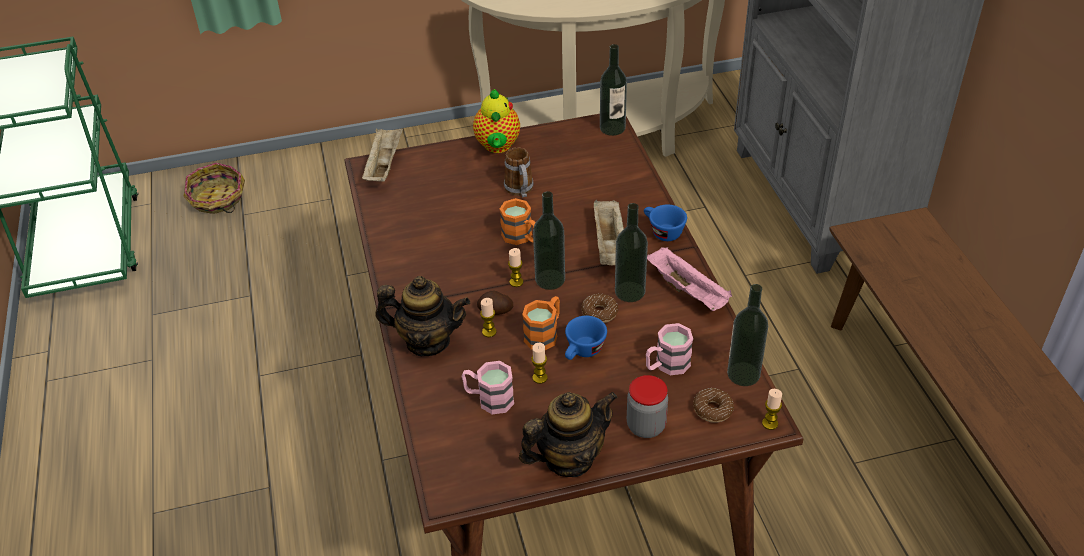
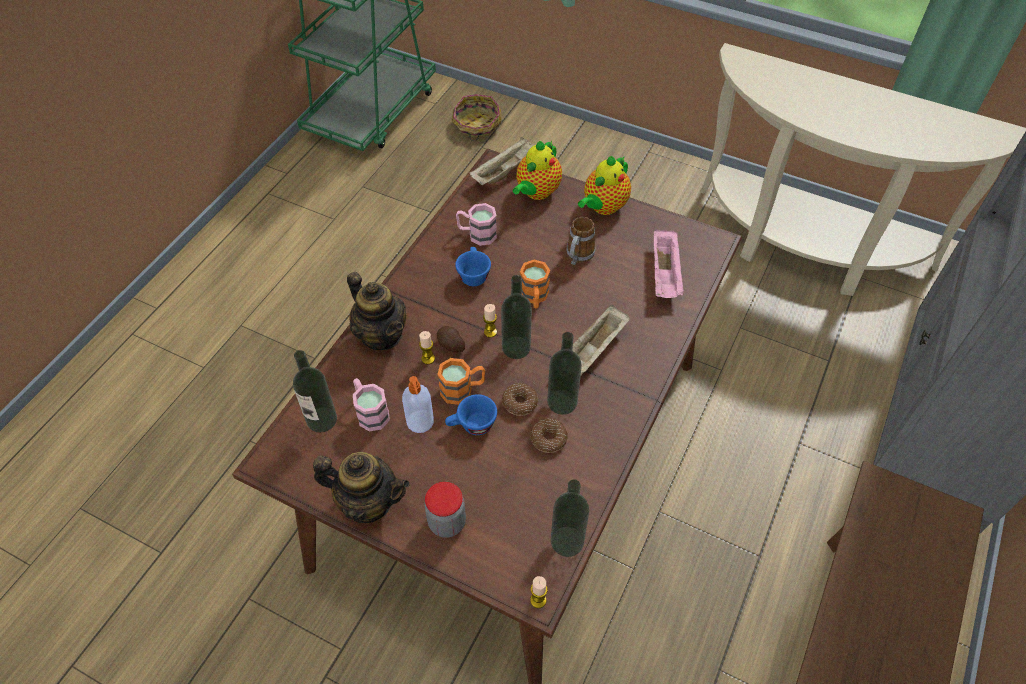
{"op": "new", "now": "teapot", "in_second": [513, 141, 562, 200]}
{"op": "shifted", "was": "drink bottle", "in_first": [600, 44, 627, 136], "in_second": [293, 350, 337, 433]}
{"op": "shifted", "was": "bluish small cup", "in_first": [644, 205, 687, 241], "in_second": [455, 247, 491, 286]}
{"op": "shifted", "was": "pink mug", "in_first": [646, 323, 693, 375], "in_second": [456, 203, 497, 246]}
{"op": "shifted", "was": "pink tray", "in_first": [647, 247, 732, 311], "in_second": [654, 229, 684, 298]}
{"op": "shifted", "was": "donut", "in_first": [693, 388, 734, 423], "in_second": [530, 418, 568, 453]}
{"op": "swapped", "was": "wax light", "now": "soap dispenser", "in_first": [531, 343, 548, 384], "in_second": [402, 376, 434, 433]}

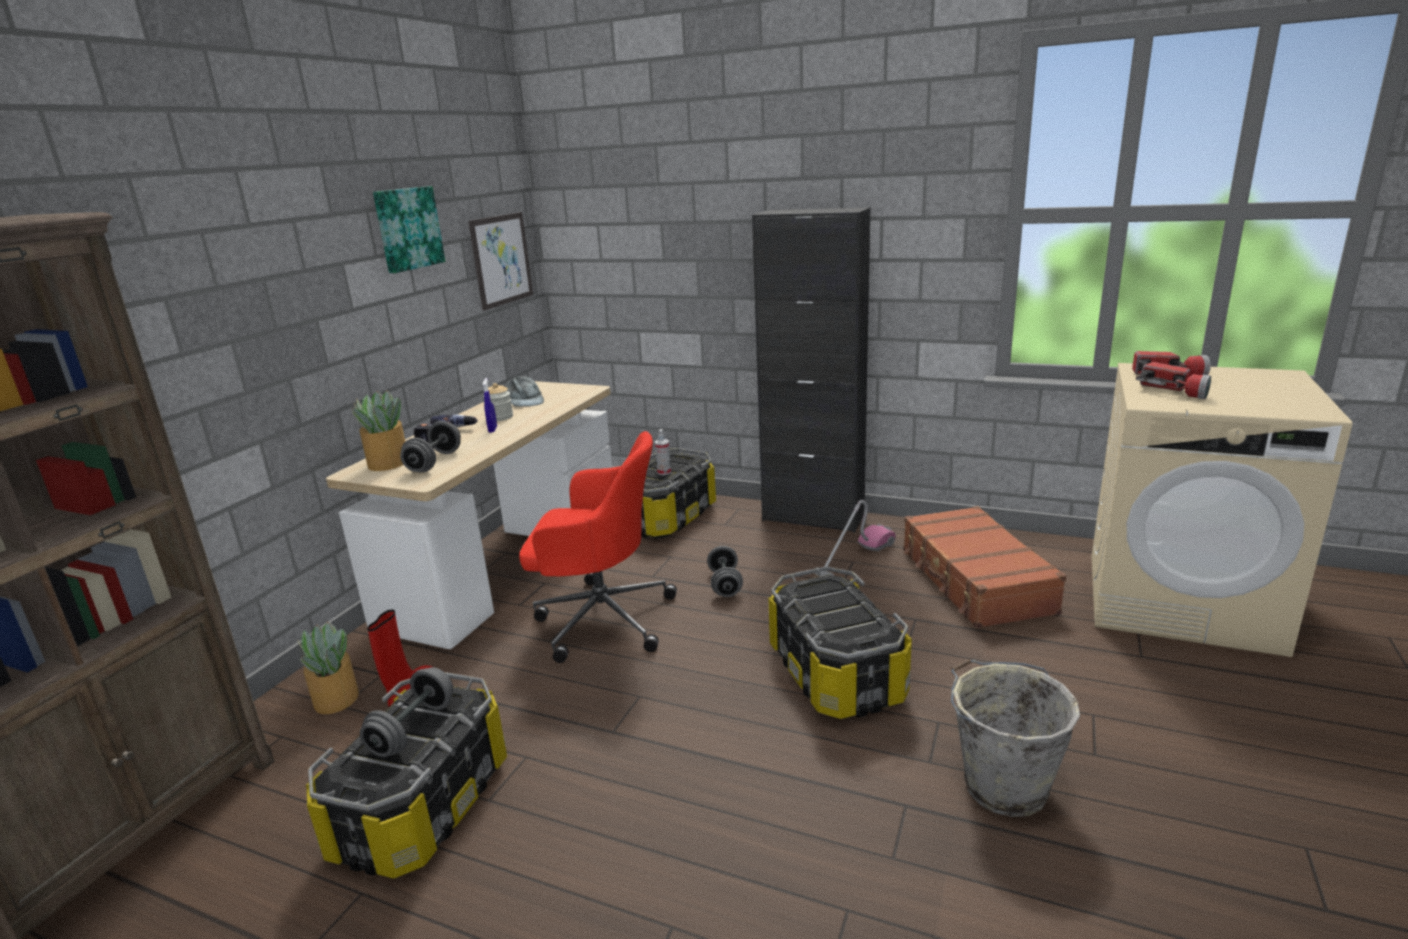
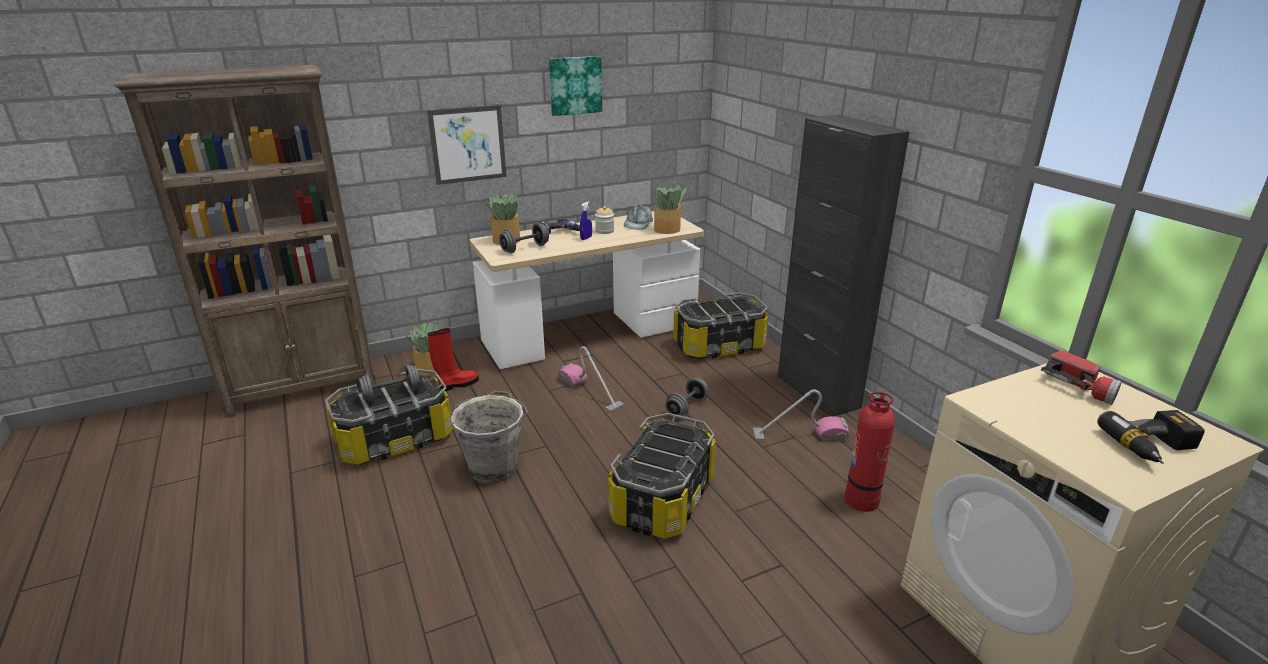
{"op": "gone", "was": "sprayer", "in_first": [655, 429, 671, 475]}
{"op": "gone", "was": "torch", "in_first": [1136, 362, 1211, 399]}
{"op": "new", "now": "plant in a pot", "in_second": [654, 185, 686, 234]}
{"op": "new", "now": "drill", "in_second": [1097, 410, 1205, 464]}
{"op": "shifted", "was": "wall picture", "in_first": [468, 212, 533, 311], "in_second": [427, 105, 507, 185]}
{"op": "shifted", "was": "gray bucket", "in_first": [951, 659, 1080, 817], "in_second": [451, 391, 528, 484]}
{"op": "swapped", "was": "red-coloured desk chair", "now": "hoover", "in_first": [519, 431, 677, 663], "in_second": [558, 346, 624, 412]}
{"op": "swapped", "was": "brownish piece of luggage", "now": "extinguisher", "in_first": [903, 506, 1066, 628], "in_second": [844, 392, 895, 512]}

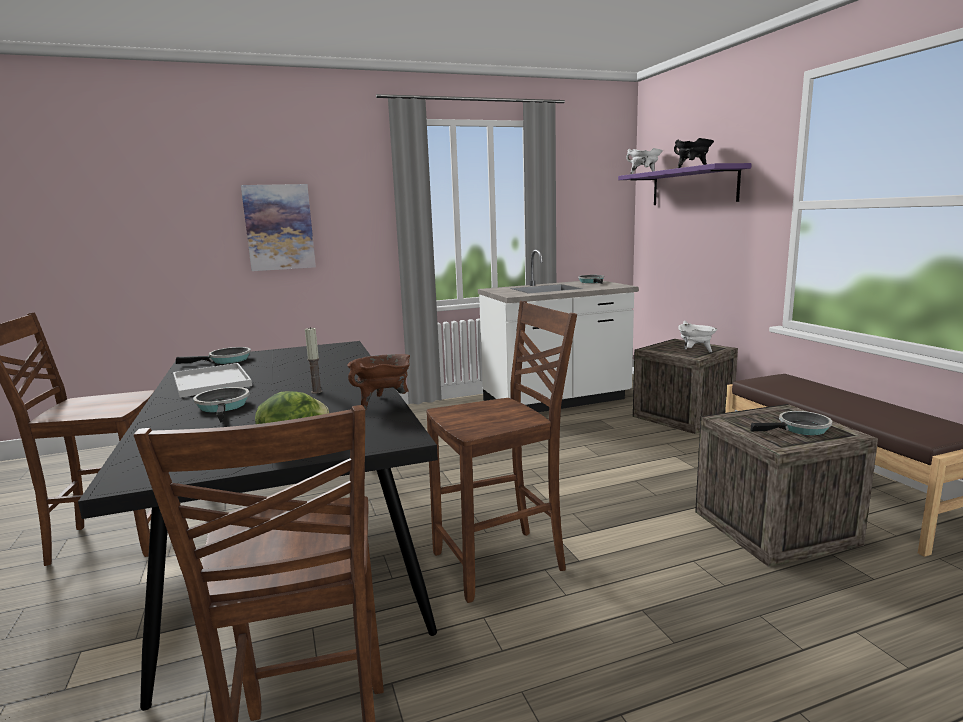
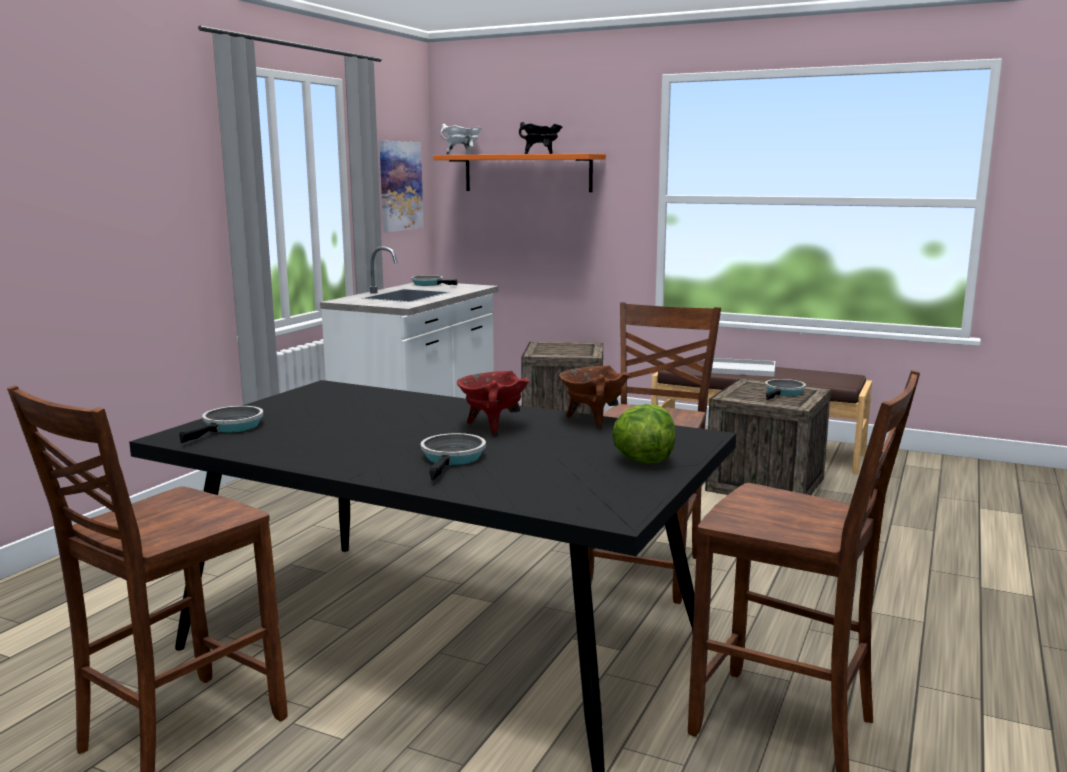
{"op": "gone", "was": "white-coloured stockpot", "in_first": [678, 321, 717, 352]}
{"op": "shifted", "was": "white-coloured tray", "in_first": [173, 363, 252, 398], "in_second": [711, 358, 775, 377]}
{"op": "shifted", "was": "wall picture", "in_first": [241, 184, 316, 271], "in_second": [379, 141, 424, 232]}
{"op": "swapped", "was": "wax light", "now": "red-coloured stockpot", "in_first": [305, 327, 323, 394], "in_second": [457, 371, 530, 437]}
{"op": "repainted", "was": "purple-coloured wall shelf", "now": "orange wall shelf", "in_first": [618, 163, 752, 205], "in_second": [433, 154, 606, 192]}
{"op": "rotated", "was": "pan", "in_first": [193, 387, 249, 422], "in_second": [421, 433, 486, 481], "clockwise": 75}

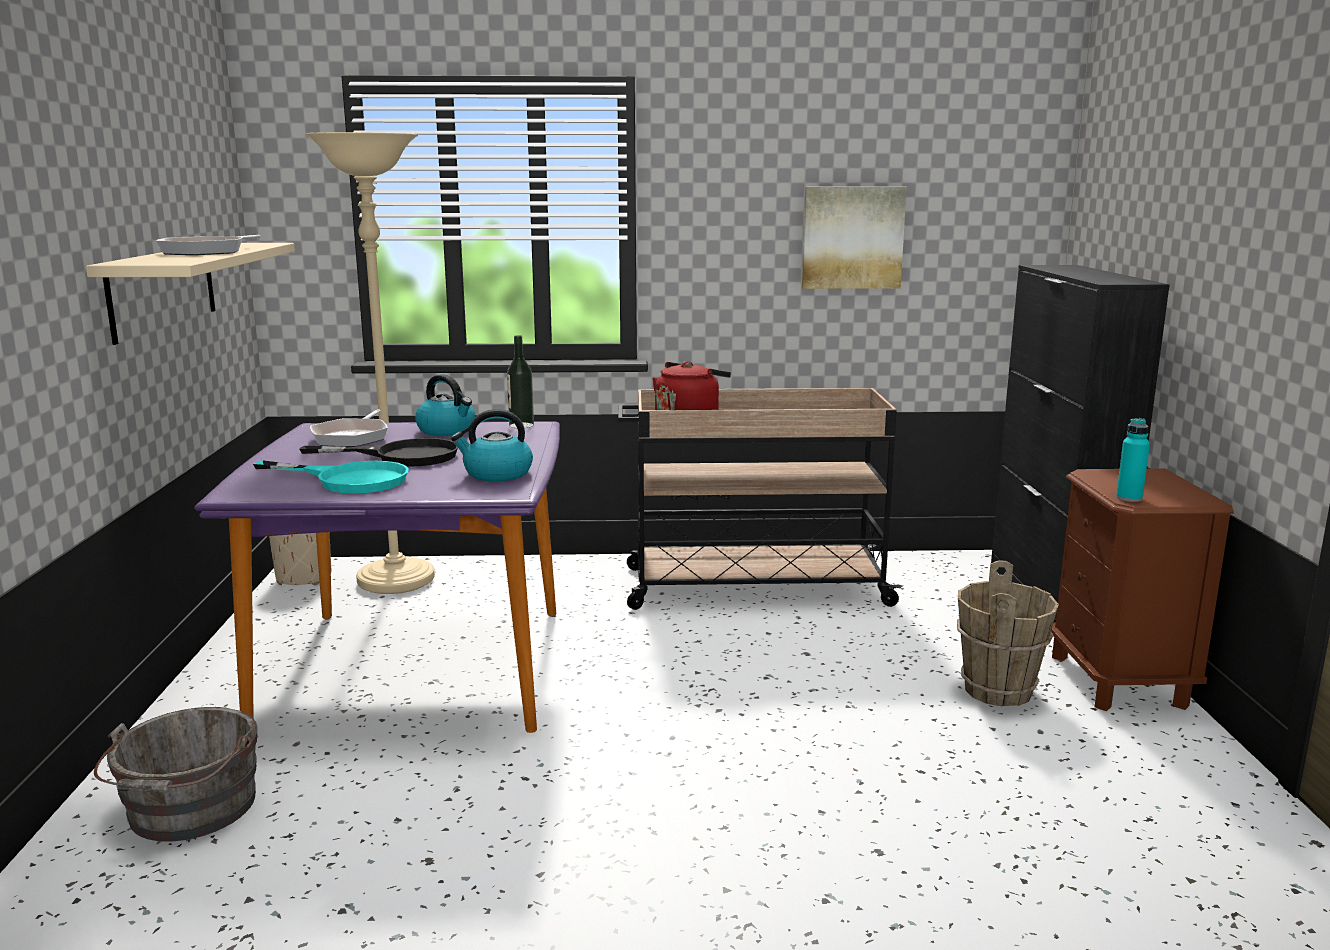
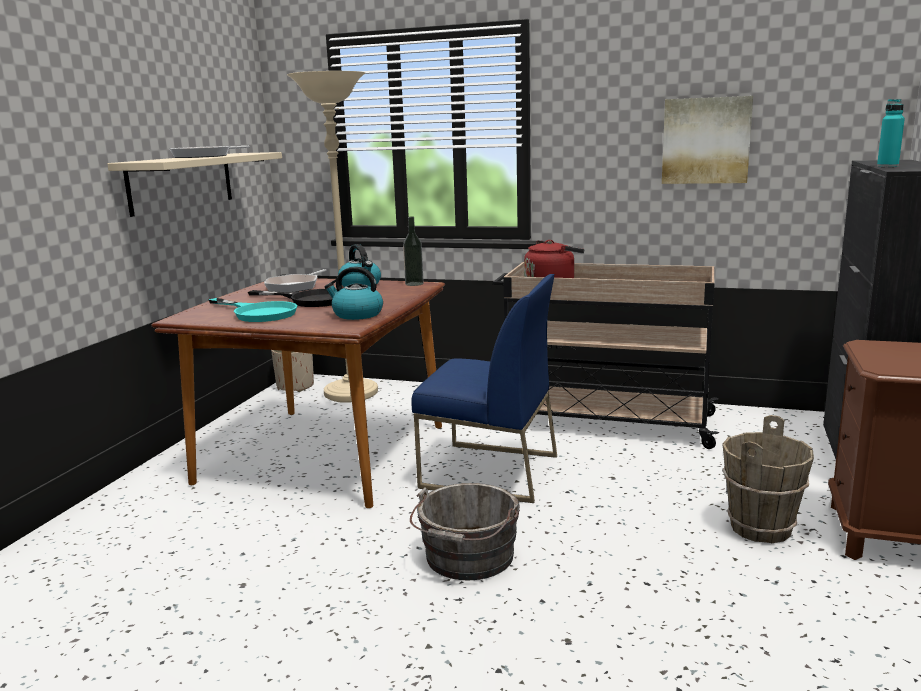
{"op": "new", "now": "bluish plain chair", "in_second": [411, 274, 557, 503]}
{"op": "shifted", "was": "gray bucket", "in_first": [94, 707, 258, 842], "in_second": [410, 483, 520, 580]}
{"op": "shifted", "was": "turquoise drink bottle", "in_first": [1116, 418, 1150, 502], "in_second": [877, 99, 905, 167]}
{"op": "repainted", "was": "purple-coloured dinner table", "now": "brownish dinner table", "in_first": [194, 422, 560, 733], "in_second": [151, 278, 445, 508]}

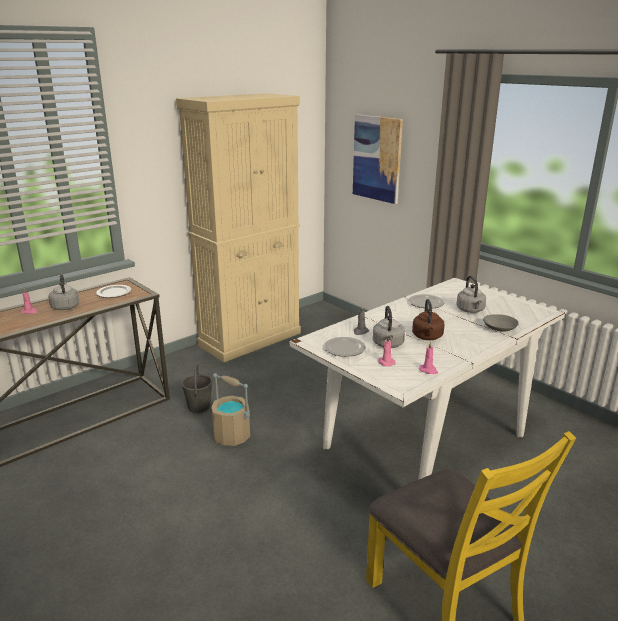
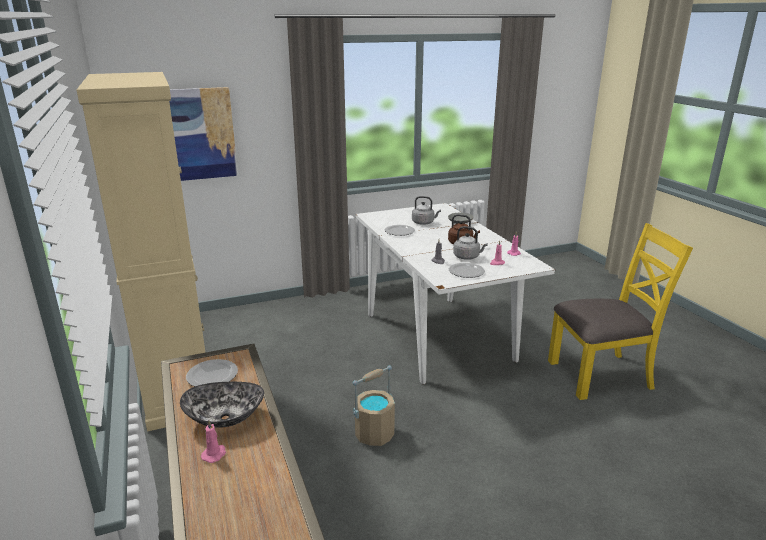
{"op": "gone", "was": "gray bucket", "in_first": [181, 364, 212, 413]}
{"op": "swapped", "was": "gray kettle", "now": "deep dish", "in_first": [48, 274, 79, 310], "in_second": [180, 382, 264, 428]}

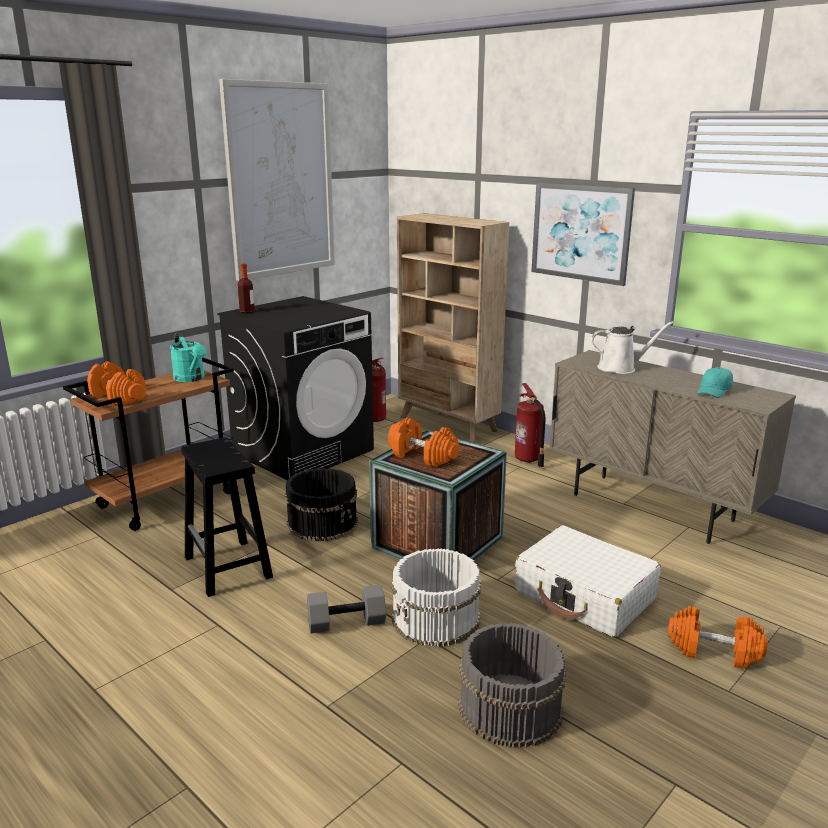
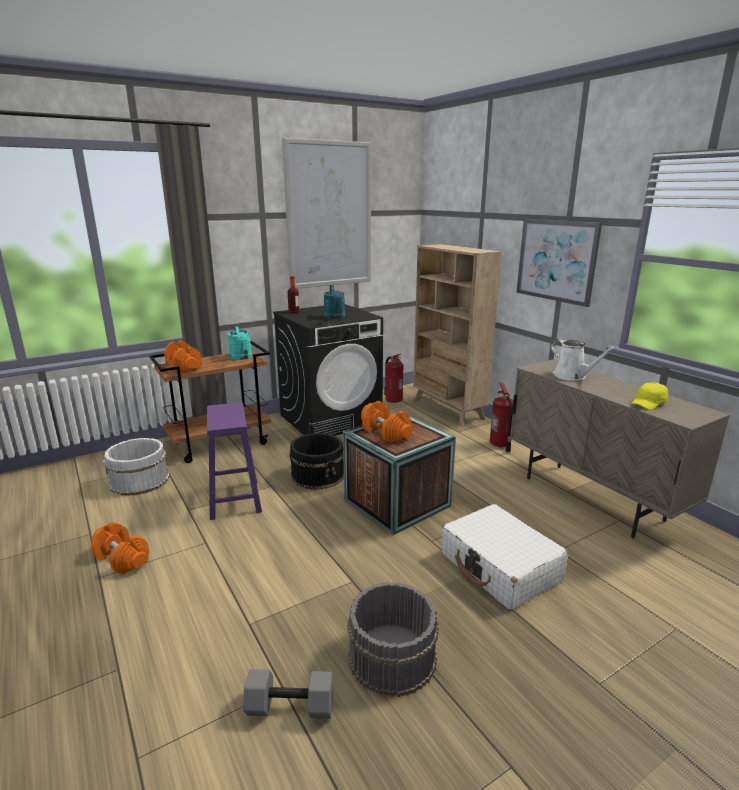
{"op": "new", "now": "turquoise sprinkling can", "in_second": [323, 285, 345, 319]}
{"op": "shifted", "was": "gray free weight", "in_first": [307, 585, 386, 634], "in_second": [243, 669, 334, 719]}
{"op": "shifted", "was": "white-coloured bucket", "in_first": [391, 548, 481, 647], "in_second": [103, 438, 169, 496]}
{"op": "shifted", "was": "orange free weight", "in_first": [668, 606, 768, 669], "in_second": [91, 522, 149, 574]}
{"op": "repainted", "was": "black-coloured stool", "now": "purple-coloured stool", "in_first": [181, 437, 273, 597], "in_second": [207, 402, 262, 520]}
{"op": "repainted", "was": "turquoise peaked cap", "now": "yellow-coloured peaked cap", "in_first": [697, 367, 733, 398], "in_second": [630, 382, 668, 410]}
{"op": "rotated", "was": "white-coloured sprinkling can", "in_first": [591, 321, 674, 374], "in_second": [551, 339, 617, 381], "clockwise": 45}

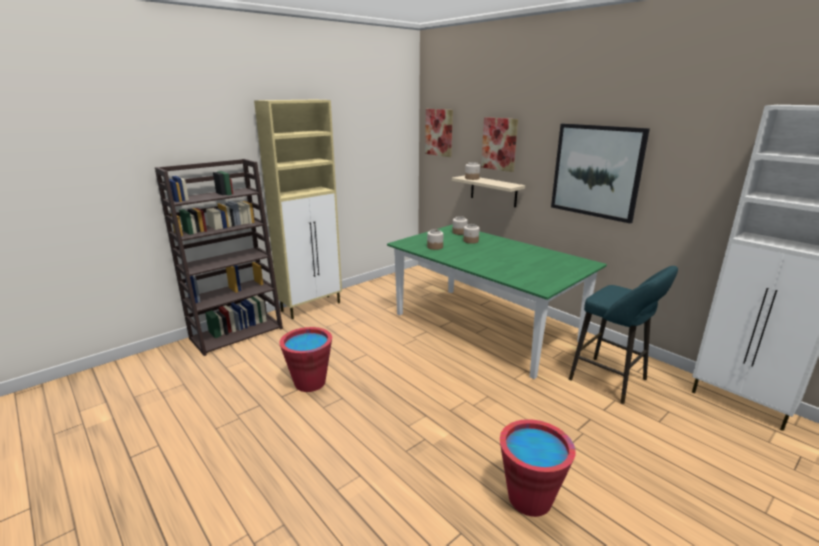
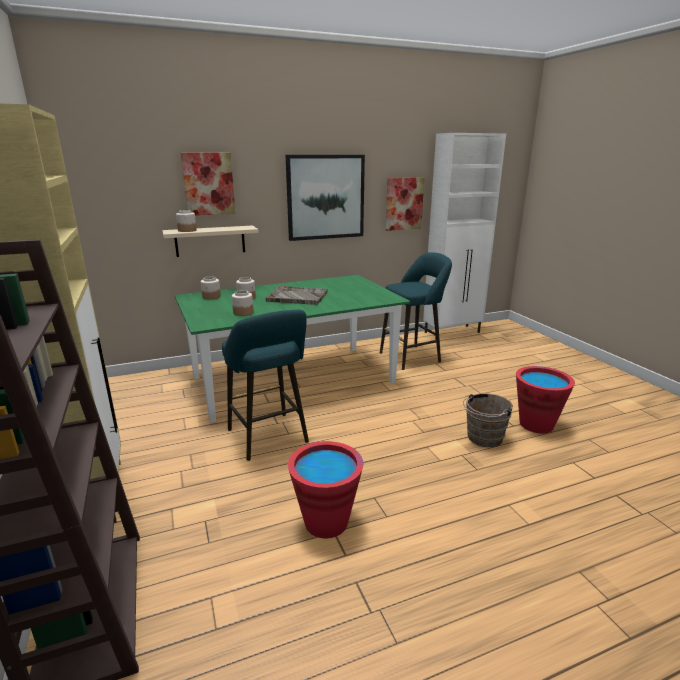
{"op": "new", "now": "turquoise stool", "in_second": [222, 310, 309, 461]}
{"op": "new", "now": "gray tray", "in_second": [265, 286, 328, 305]}
{"op": "new", "now": "brownish bucket", "in_second": [463, 393, 513, 447]}
{"op": "shifted", "was": "wall picture", "in_first": [425, 109, 453, 157], "in_second": [385, 177, 424, 231]}

